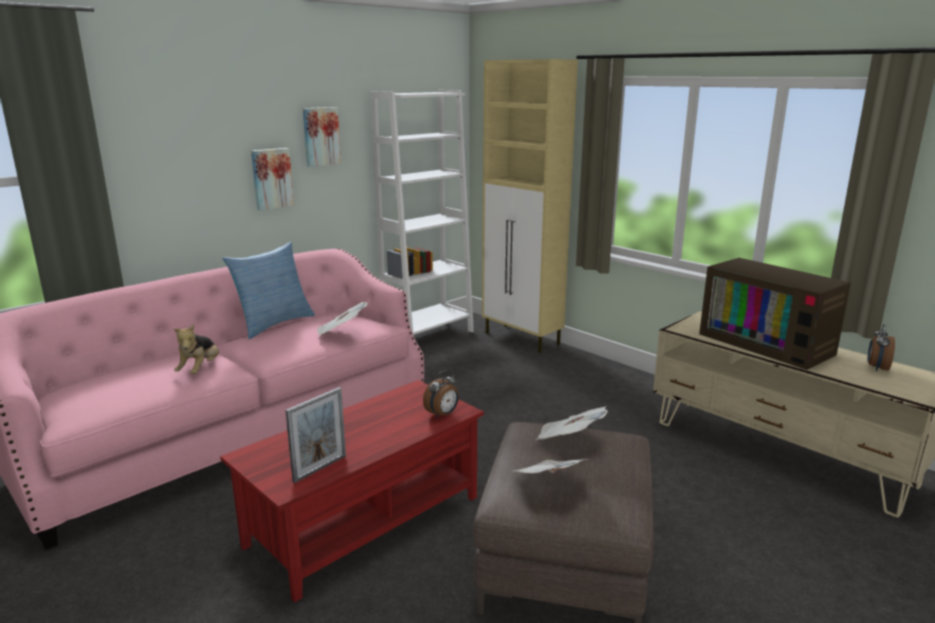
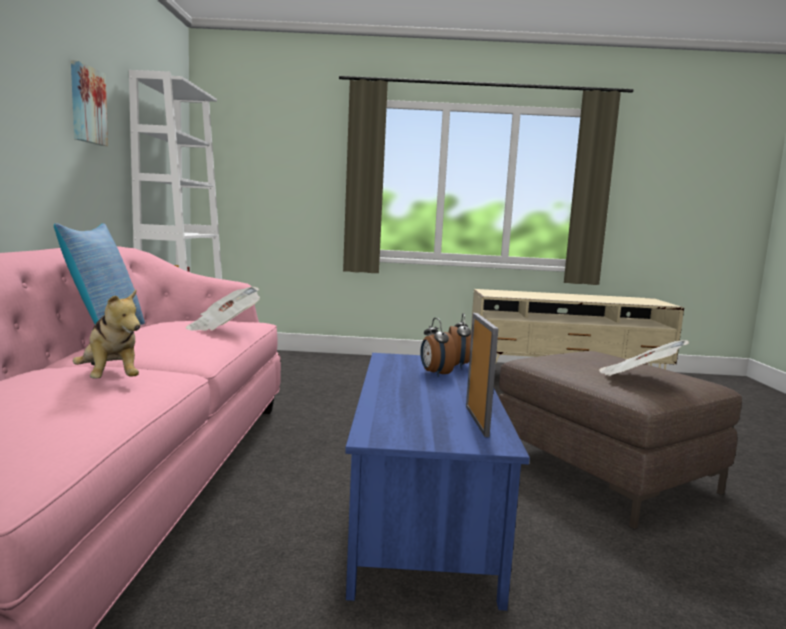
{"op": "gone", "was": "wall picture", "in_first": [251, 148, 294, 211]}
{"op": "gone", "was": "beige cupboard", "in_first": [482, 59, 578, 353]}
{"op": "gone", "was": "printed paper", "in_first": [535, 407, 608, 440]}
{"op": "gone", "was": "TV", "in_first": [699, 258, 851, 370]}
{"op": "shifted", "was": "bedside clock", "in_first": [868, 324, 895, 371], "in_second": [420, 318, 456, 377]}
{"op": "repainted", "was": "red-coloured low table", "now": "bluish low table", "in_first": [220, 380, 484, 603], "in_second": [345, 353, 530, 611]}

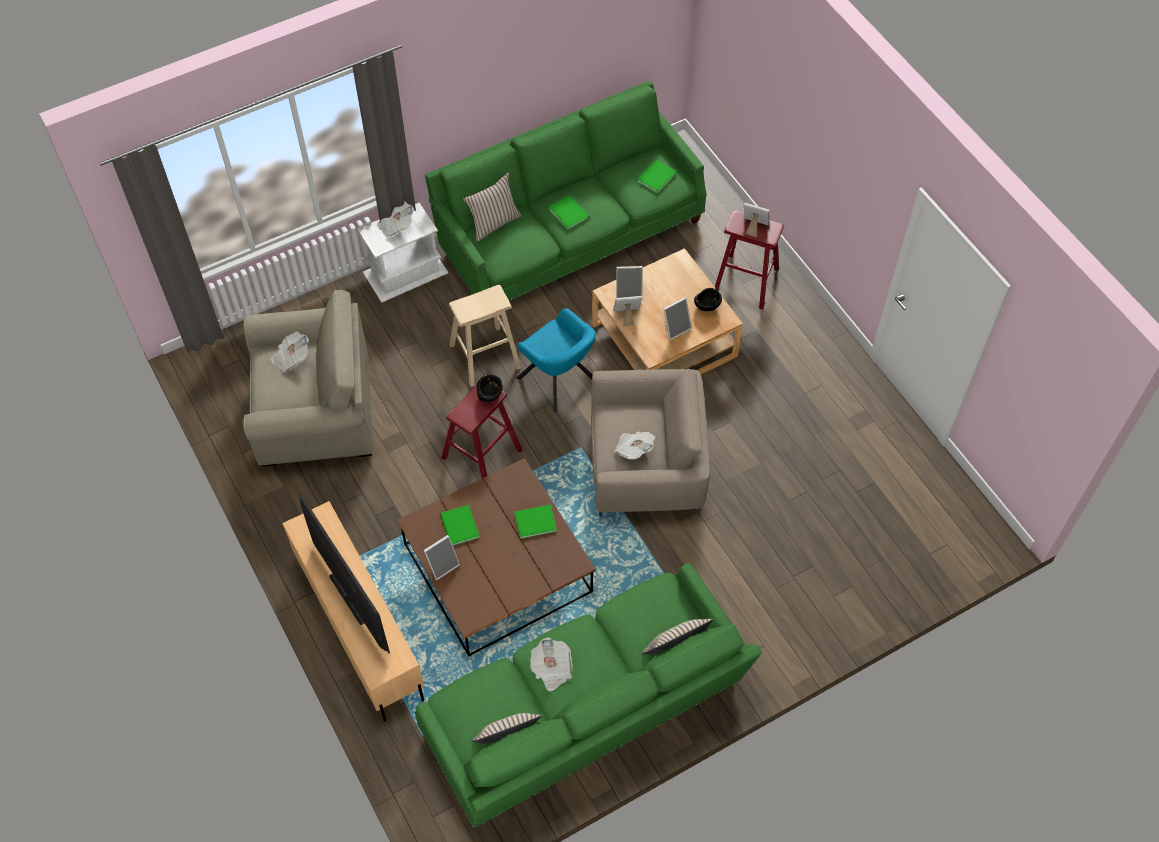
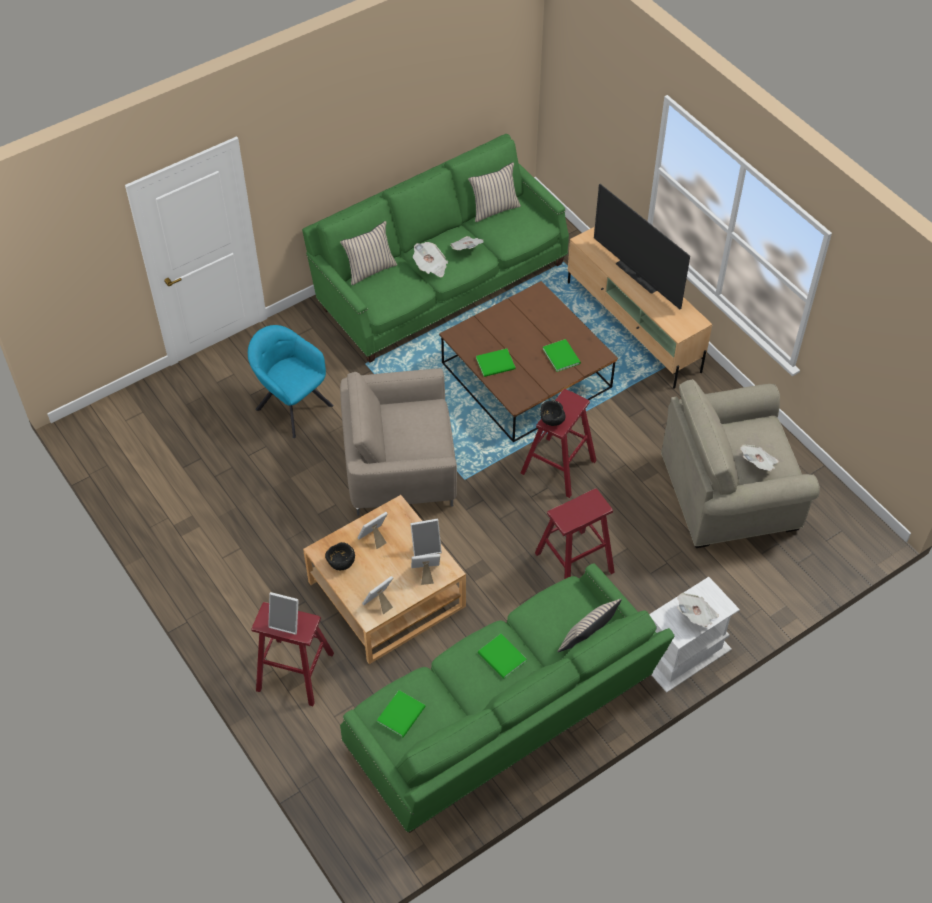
{"op": "shifted", "was": "standing frame", "in_first": [424, 535, 460, 580], "in_second": [362, 576, 393, 614]}
{"op": "shifted", "was": "turquoise armchair", "in_first": [516, 308, 596, 413], "in_second": [248, 325, 333, 438]}
{"op": "shifted", "was": "printed paper", "in_first": [614, 431, 655, 459], "in_second": [413, 242, 448, 277]}
{"op": "repainted", "was": "beige stool", "now": "red-coloured stool", "in_first": [449, 285, 521, 387], "in_second": [535, 489, 615, 579]}

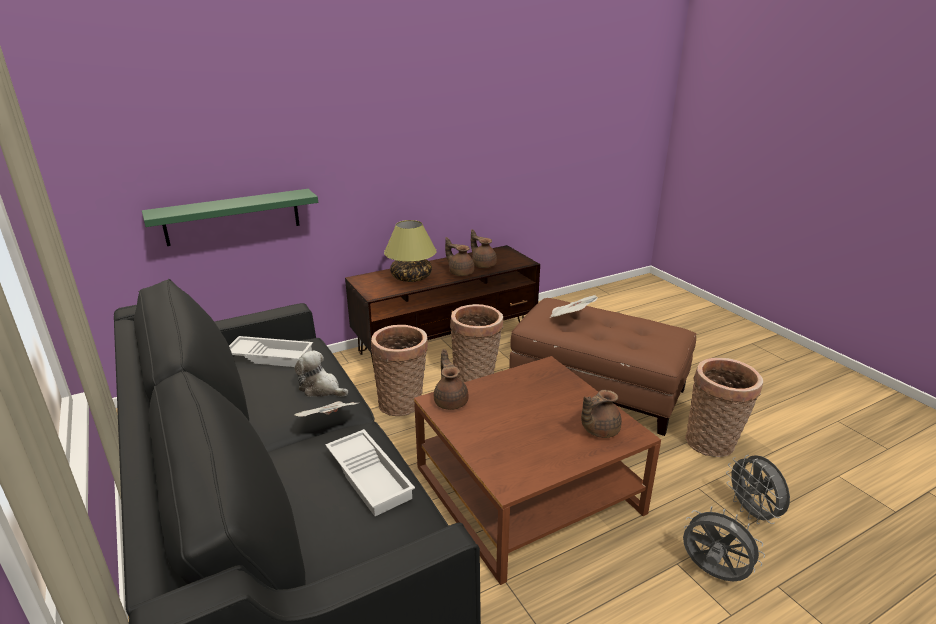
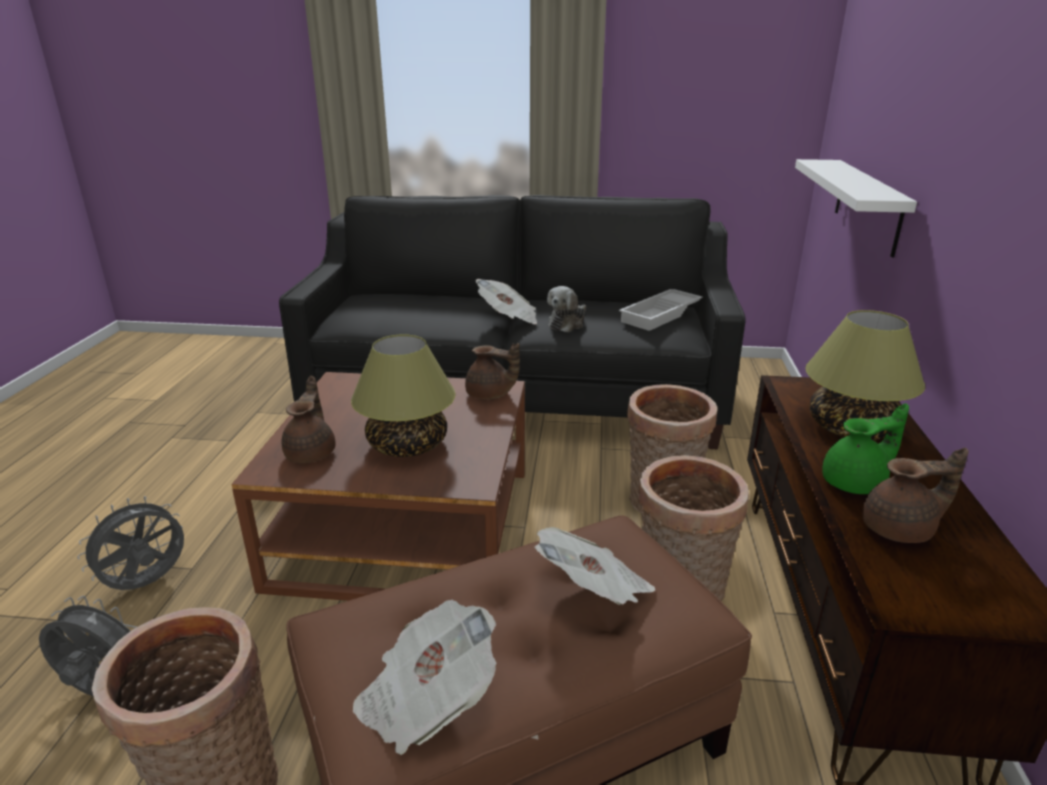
{"op": "gone", "was": "white-coloured tray", "in_first": [325, 429, 415, 516]}
{"op": "new", "now": "table lamp", "in_second": [351, 334, 455, 457]}
{"op": "new", "now": "printed paper", "in_second": [353, 600, 496, 755]}
{"op": "repainted", "was": "green wall shelf", "now": "white-coloured wall shelf", "in_first": [142, 189, 318, 246], "in_second": [795, 159, 917, 258]}
{"op": "repainted", "was": "brownish teapot", "now": "green teapot", "in_first": [445, 237, 474, 276], "in_second": [822, 403, 909, 494]}
{"op": "rotated", "was": "cuddly toy", "in_first": [294, 350, 348, 397], "in_second": [547, 286, 586, 332], "clockwise": 150}
{"op": "rotated", "was": "gray cooling fan", "in_first": [683, 506, 765, 582], "in_second": [77, 496, 184, 590], "clockwise": 150}

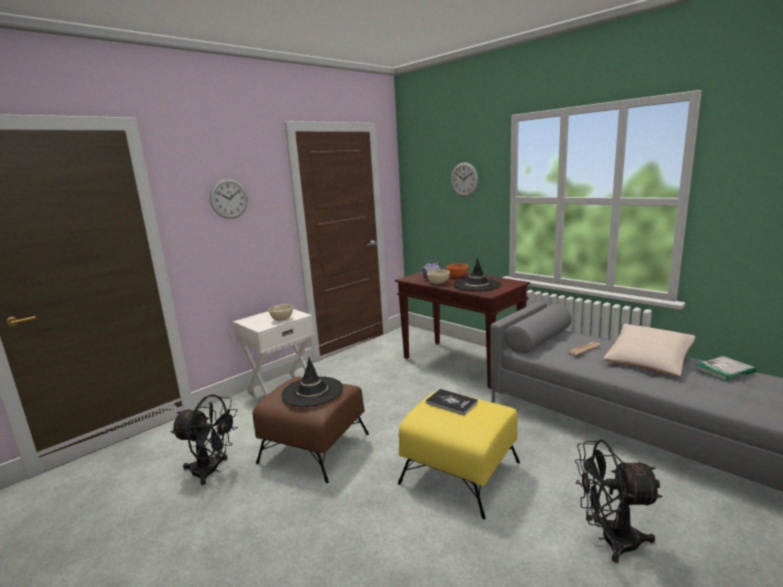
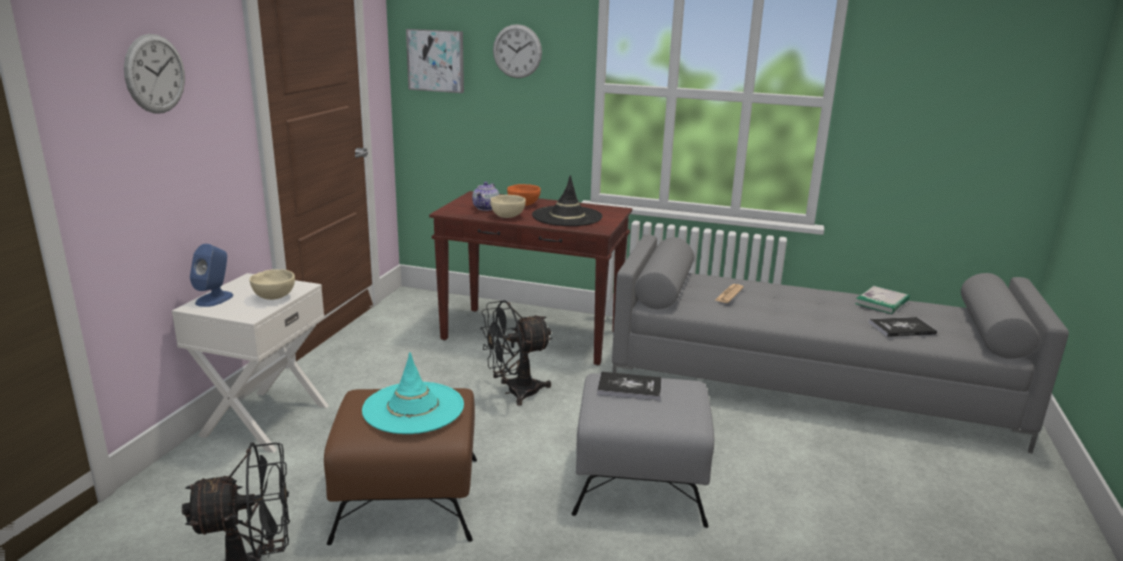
{"op": "gone", "was": "beige throw pillow", "in_first": [603, 324, 696, 376]}
{"op": "new", "now": "bluish loudspeaker", "in_second": [190, 244, 233, 307]}
{"op": "new", "now": "wall picture", "in_second": [406, 29, 464, 93]}
{"op": "new", "now": "bound book", "in_second": [869, 317, 937, 337]}
{"op": "shifted", "was": "black-coloured cooling fan", "in_first": [574, 440, 663, 563], "in_second": [480, 300, 552, 406]}
{"op": "repainted", "was": "black-coloured hat", "now": "turquoise hat", "in_first": [281, 357, 343, 407], "in_second": [362, 352, 464, 434]}
{"op": "repainted", "was": "yellow-coloured pouffe", "now": "gray pouffe", "in_first": [398, 390, 520, 519], "in_second": [571, 373, 714, 528]}

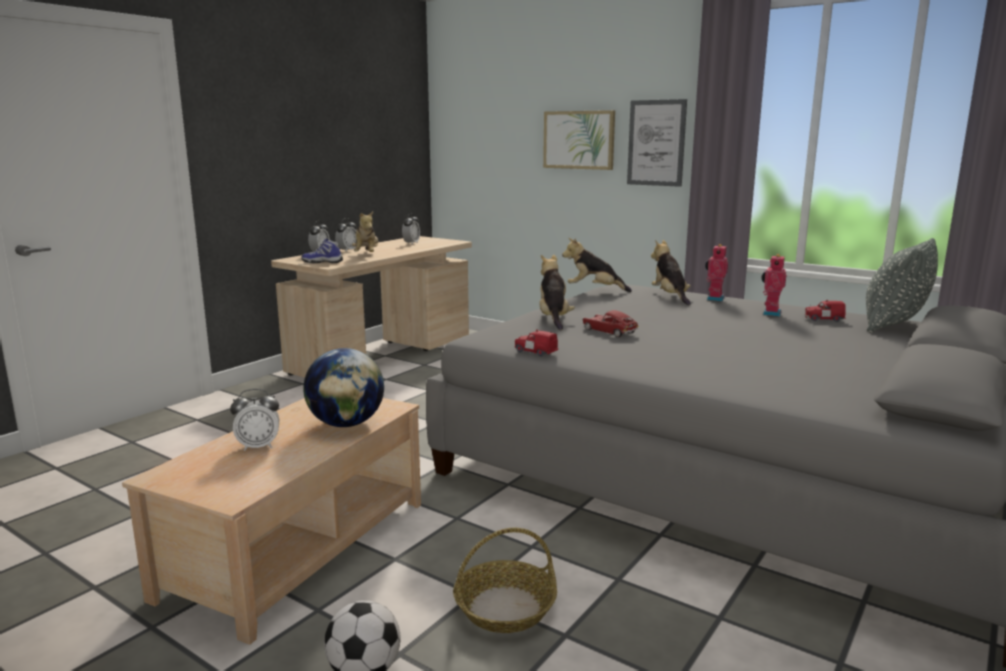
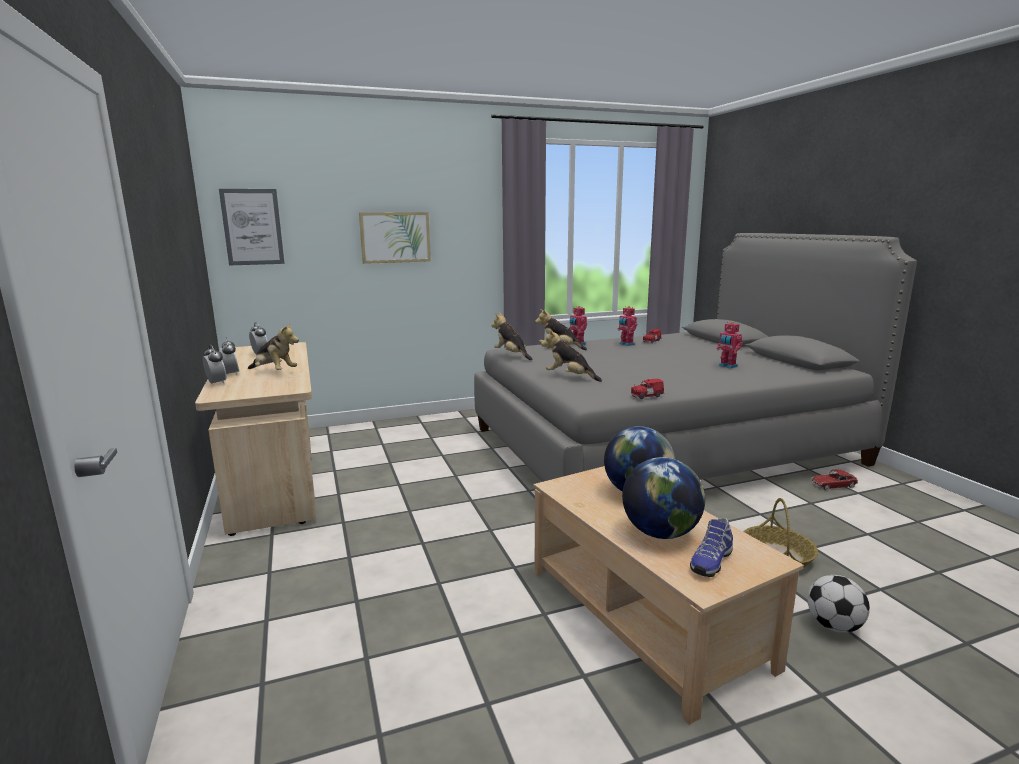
{"op": "gone", "was": "gray throw pillow", "in_first": [866, 238, 938, 333]}
{"op": "new", "now": "model robot", "in_second": [717, 322, 743, 369]}
{"op": "shifted", "was": "low shoe", "in_first": [301, 239, 343, 263], "in_second": [690, 518, 733, 577]}
{"op": "shifted", "was": "model car", "in_first": [582, 310, 639, 337], "in_second": [812, 469, 858, 490]}
{"op": "shifted", "was": "wall picture", "in_first": [627, 99, 687, 187], "in_second": [219, 189, 285, 266]}
{"op": "swapped", "was": "bedside clock", "now": "globe", "in_first": [230, 389, 279, 451], "in_second": [622, 457, 705, 539]}
{"op": "rotated", "was": "cuddly toy", "in_first": [562, 238, 632, 292], "in_second": [491, 313, 532, 360], "clockwise": 90}

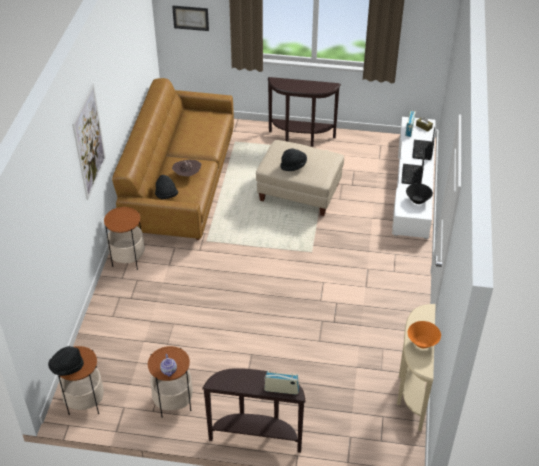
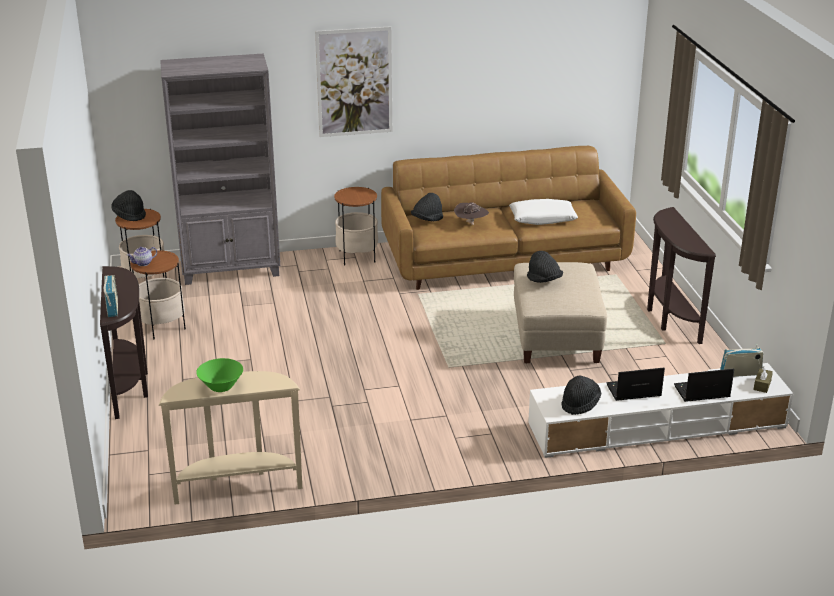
{"op": "gone", "was": "wall picture", "in_first": [172, 6, 209, 31]}
{"op": "new", "now": "gray shelving unit", "in_second": [160, 53, 280, 285]}
{"op": "new", "now": "white-coloured throw pillow", "in_second": [509, 199, 578, 225]}
{"op": "swapped", "was": "black-coloured deep dish", "now": "black-coloured hat", "in_first": [406, 183, 433, 204], "in_second": [561, 375, 601, 415]}
{"op": "repainted", "was": "orange deep dish", "now": "green deep dish", "in_first": [408, 321, 441, 348], "in_second": [196, 358, 243, 392]}

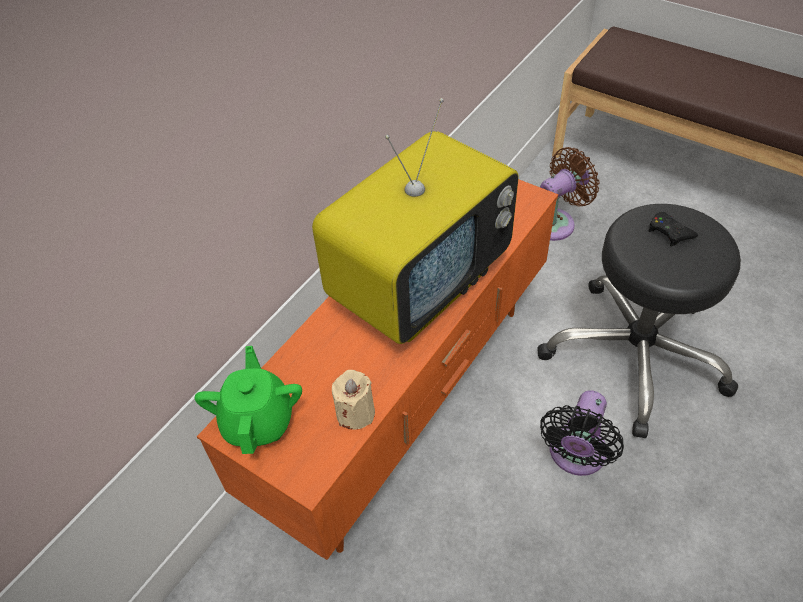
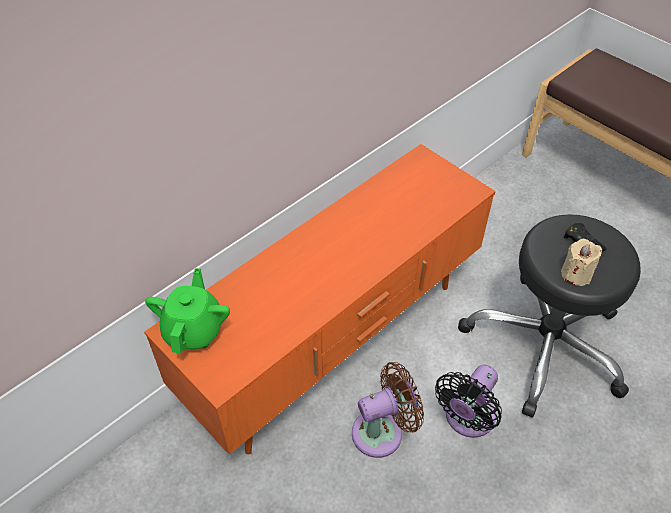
{"op": "gone", "was": "TV", "in_first": [312, 98, 519, 344]}
{"op": "shifted", "was": "beige wax light", "in_first": [332, 370, 375, 430], "in_second": [561, 239, 602, 286]}
{"op": "shifted", "was": "brownish cooling fan", "in_first": [540, 147, 600, 241], "in_second": [352, 362, 424, 458]}

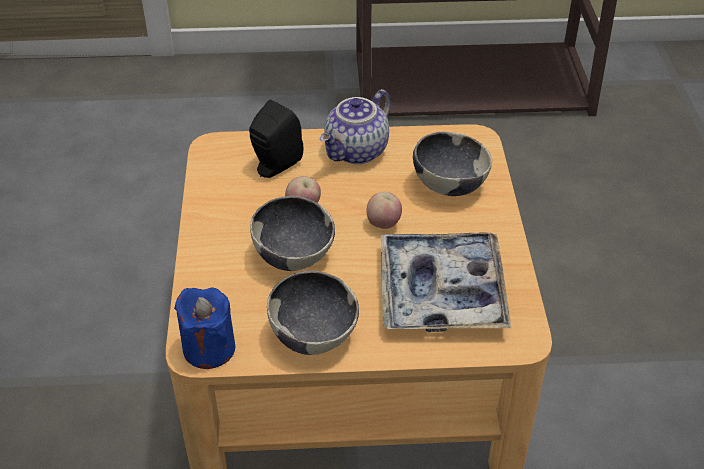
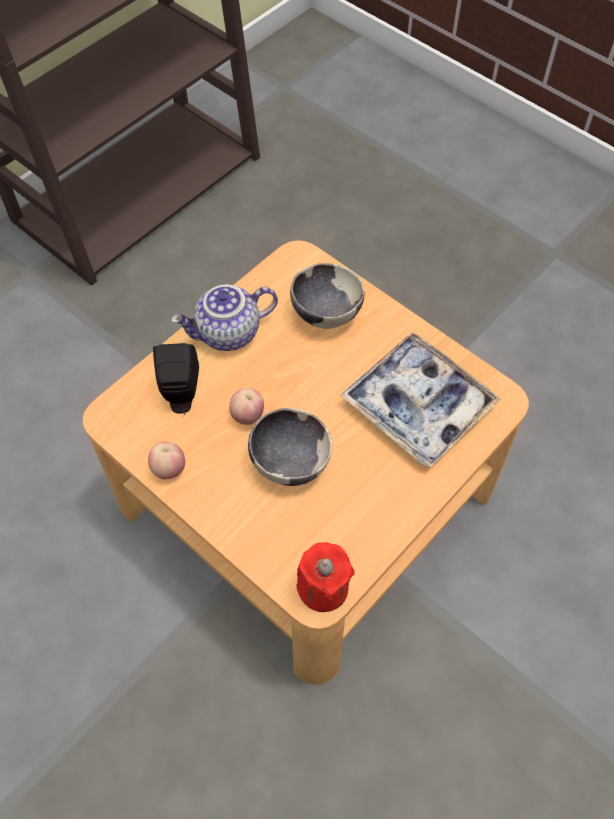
{"op": "gone", "was": "deep dish", "in_first": [267, 271, 359, 355]}
{"op": "shifted", "was": "whole apple", "in_first": [366, 192, 402, 229], "in_second": [148, 441, 185, 479]}
{"op": "repainted", "was": "bluish wax light", "now": "red-coloured wax light", "in_first": [174, 288, 235, 369], "in_second": [297, 542, 355, 612]}
{"op": "rotated", "was": "teapot", "in_first": [320, 89, 391, 164], "in_second": [171, 285, 278, 351], "clockwise": 75}

